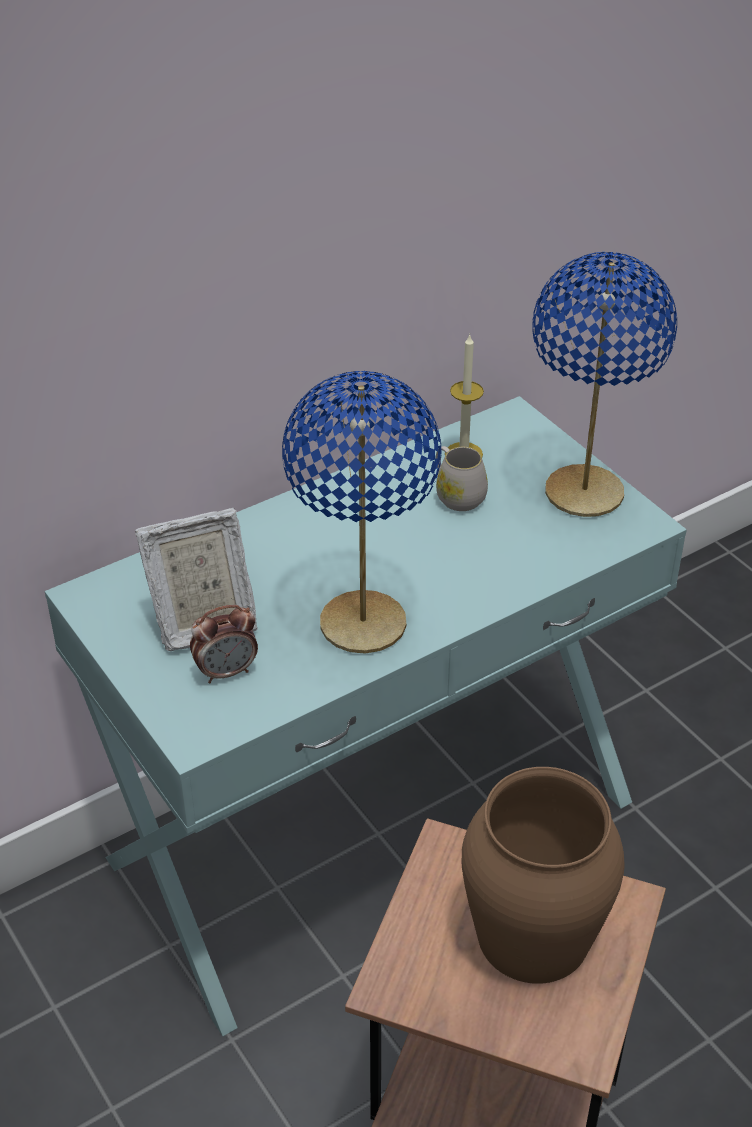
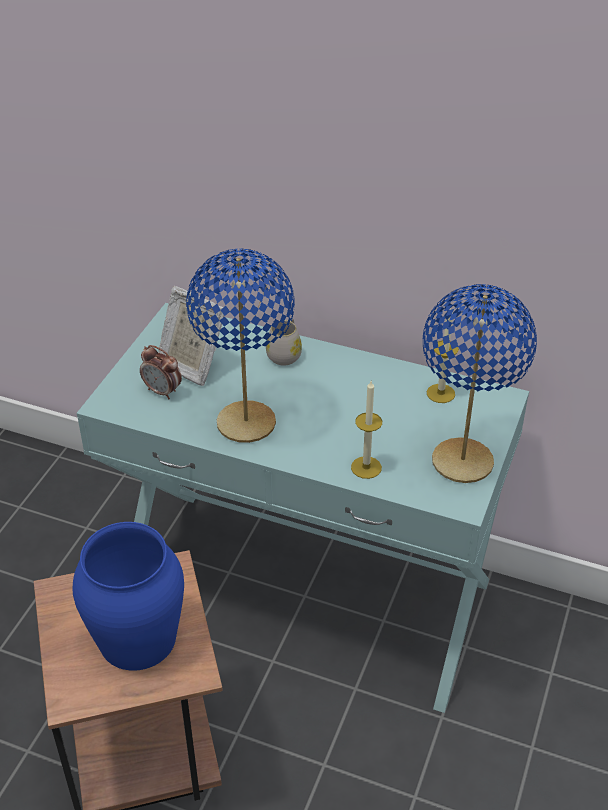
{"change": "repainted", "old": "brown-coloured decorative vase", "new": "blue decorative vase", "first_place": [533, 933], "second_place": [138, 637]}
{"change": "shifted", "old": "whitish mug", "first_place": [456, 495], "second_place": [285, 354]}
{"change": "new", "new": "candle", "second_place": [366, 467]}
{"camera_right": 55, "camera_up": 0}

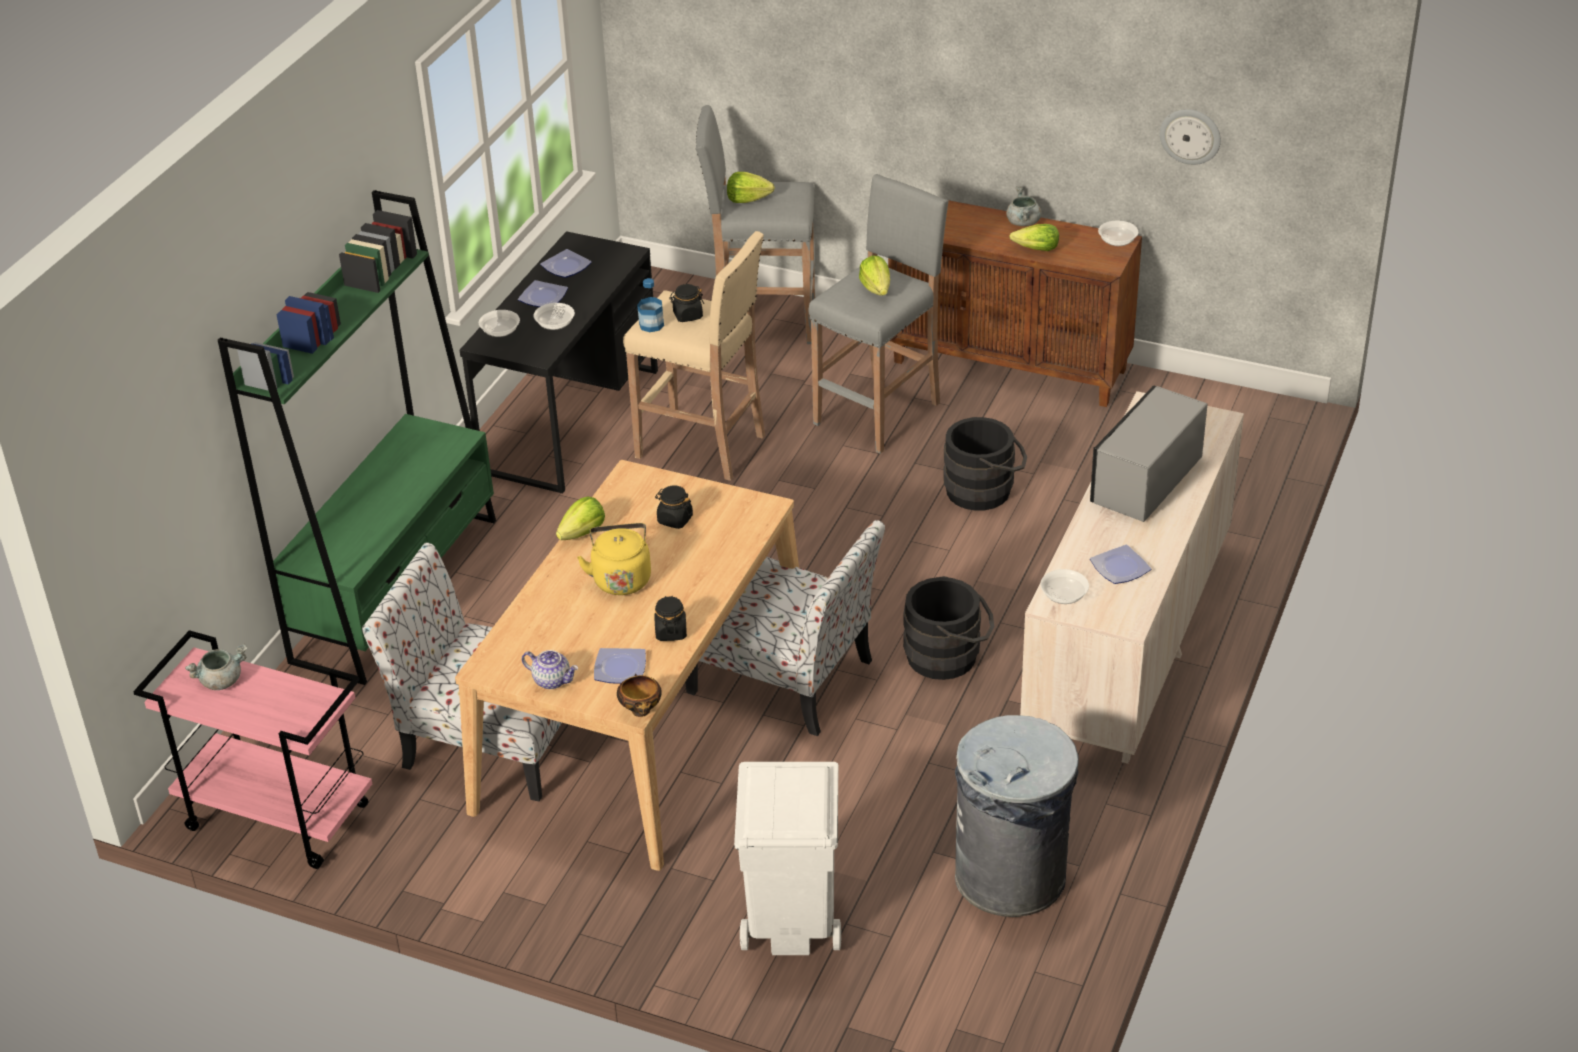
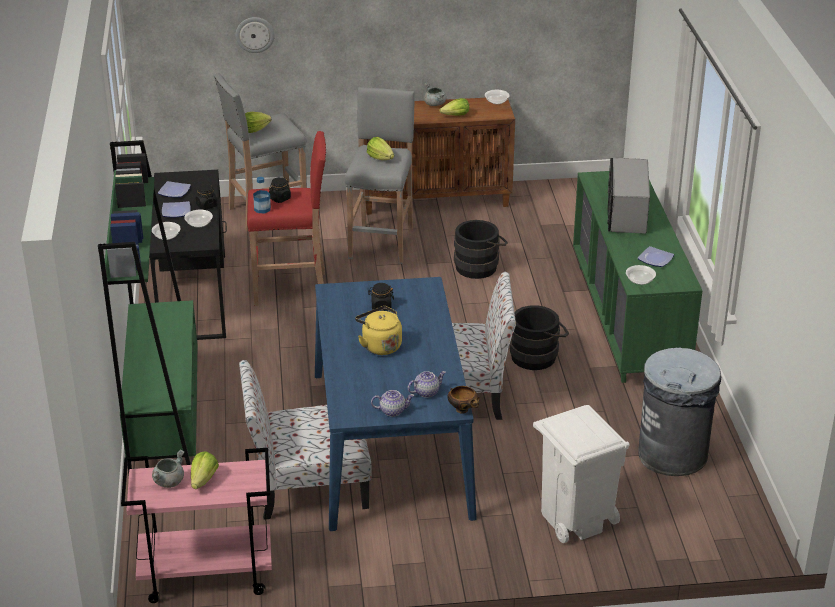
{"change": "shifted", "old": "lettuce head", "first_place": [583, 533], "second_place": [203, 480]}
{"change": "shifted", "old": "black storage jar", "first_place": [671, 632], "second_place": [206, 205]}
{"change": "shifted", "old": "clock on the wall", "first_place": [1190, 136], "second_place": [255, 34]}
{"change": "repainted", "old": "sand-coloured stool seat", "new": "red stool seat", "first_place": [703, 447], "second_place": [292, 288]}
{"change": "repainted", "old": "sand-coloured dinner table", "new": "blue dinner table", "first_place": [643, 717], "second_place": [390, 442]}
{"change": "swapped", "old": "plate", "new": "tea pot", "first_place": [619, 668], "second_place": [426, 392]}
{"change": "repainted", "old": "sand-coloured dresser", "new": "green dresser", "first_place": [1128, 644], "second_place": [628, 320]}
{"camera_right": -30, "camera_up": -5}

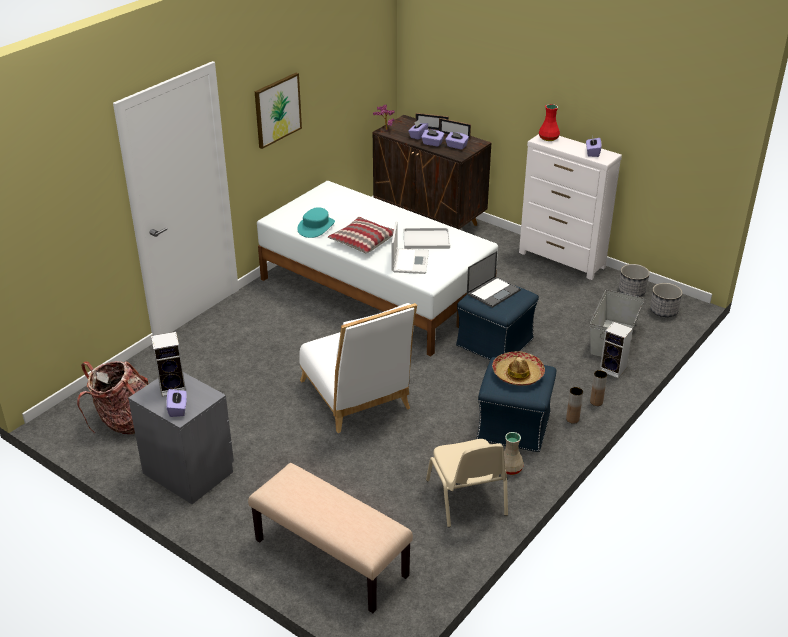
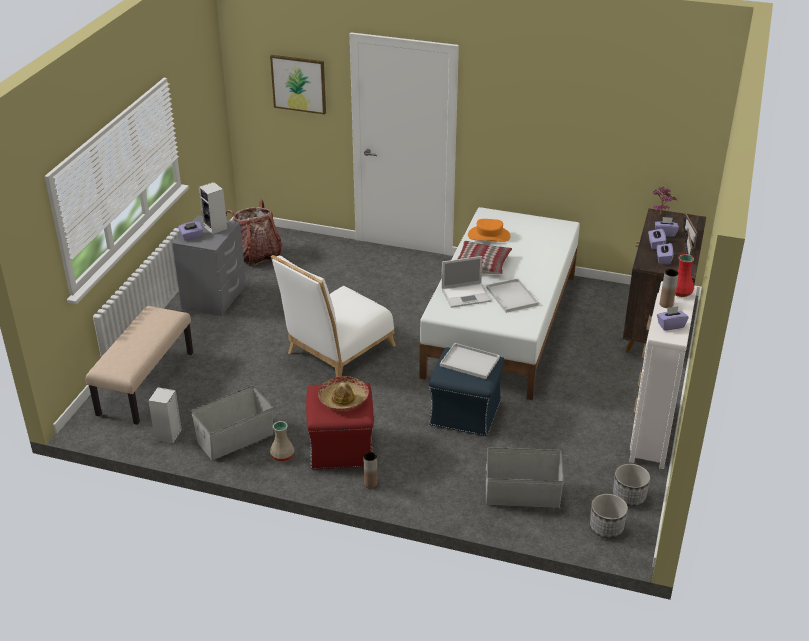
{"change": "shifted", "old": "loudspeaker", "first_place": [614, 370], "second_place": [168, 436]}
{"change": "swapped", "old": "sand-coloured chair", "new": "grey storage box", "first_place": [467, 498], "second_place": [235, 438]}
{"change": "shifted", "old": "wall art", "first_place": [277, 110], "second_place": [299, 84]}
{"change": "repainted", "old": "blue footrest", "new": "red footrest", "first_place": [514, 427], "second_place": [341, 448]}
{"change": "swapped", "old": "portable computer", "new": "whitish serving tray", "first_place": [493, 292], "second_place": [471, 362]}
{"change": "repainted", "old": "blue-green hat", "new": "orange-coloured hat", "first_place": [316, 227], "second_place": [489, 236]}
{"change": "shifted", "old": "brown-coloured decorative vase", "first_place": [596, 402], "second_place": [666, 304]}
{"camera_right": 70, "camera_up": 0}

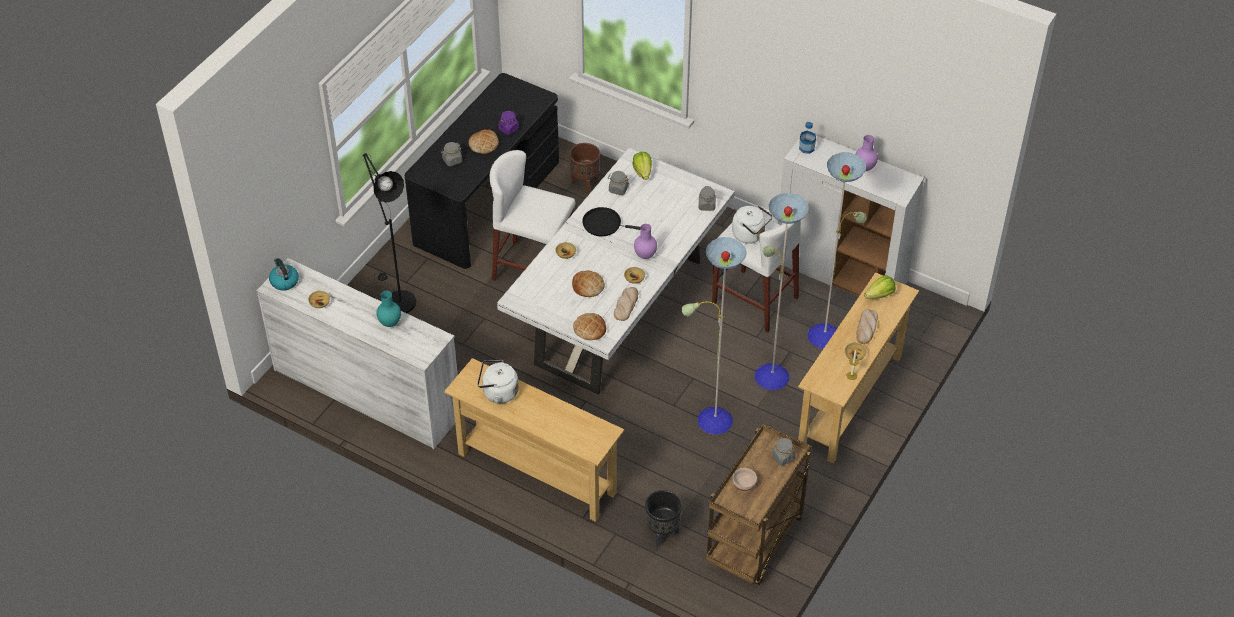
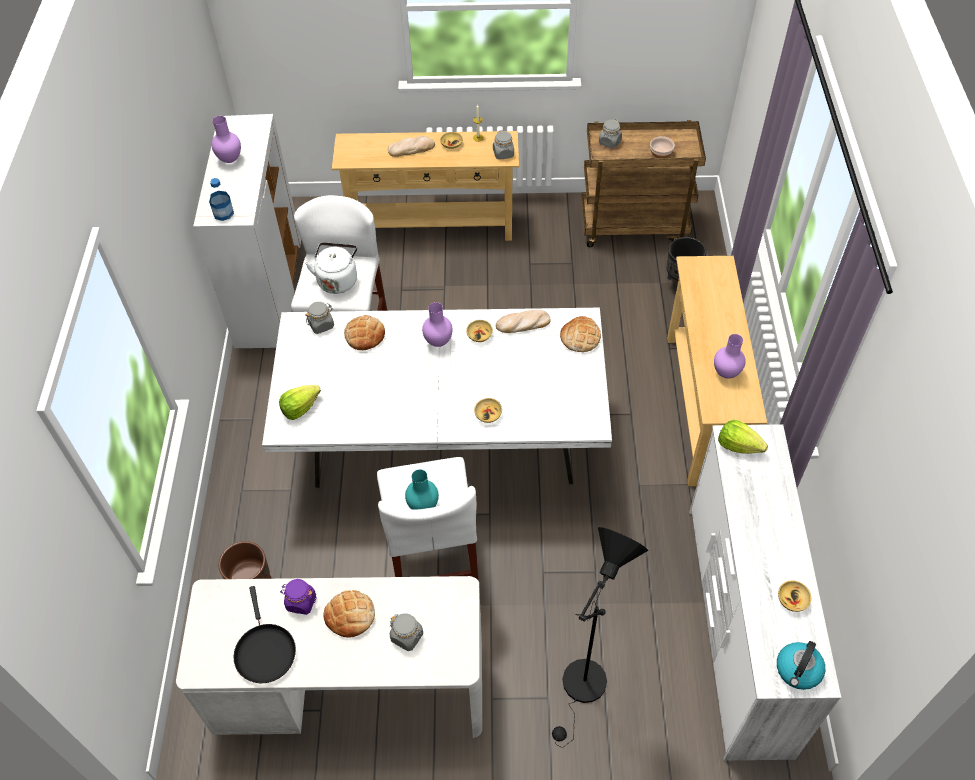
{"change": "repainted", "old": "black desk unit", "new": "whitish desk unit", "first_place": [486, 202], "second_place": [350, 689]}
{"change": "shifted", "old": "black pan", "first_place": [604, 224], "second_place": [264, 651]}
{"change": "shifted", "old": "baked bread", "first_place": [588, 286], "second_place": [365, 335]}
{"change": "shifted", "old": "blue-green decorative vase", "first_place": [390, 323], "second_place": [422, 506]}
{"change": "shifted", "old": "grey storage jar", "first_place": [618, 189], "second_place": [503, 153]}
{"change": "swapped", "old": "whitish water kettle", "new": "purple-coloured decorative vase", "first_place": [498, 393], "second_place": [726, 374]}
{"change": "shifted", "old": "lettuce head", "first_place": [880, 295], "second_place": [738, 445]}
{"change": "gone", "old": "standing lamp", "first_place": [770, 374]}
{"camera_right": -120, "camera_up": 5}

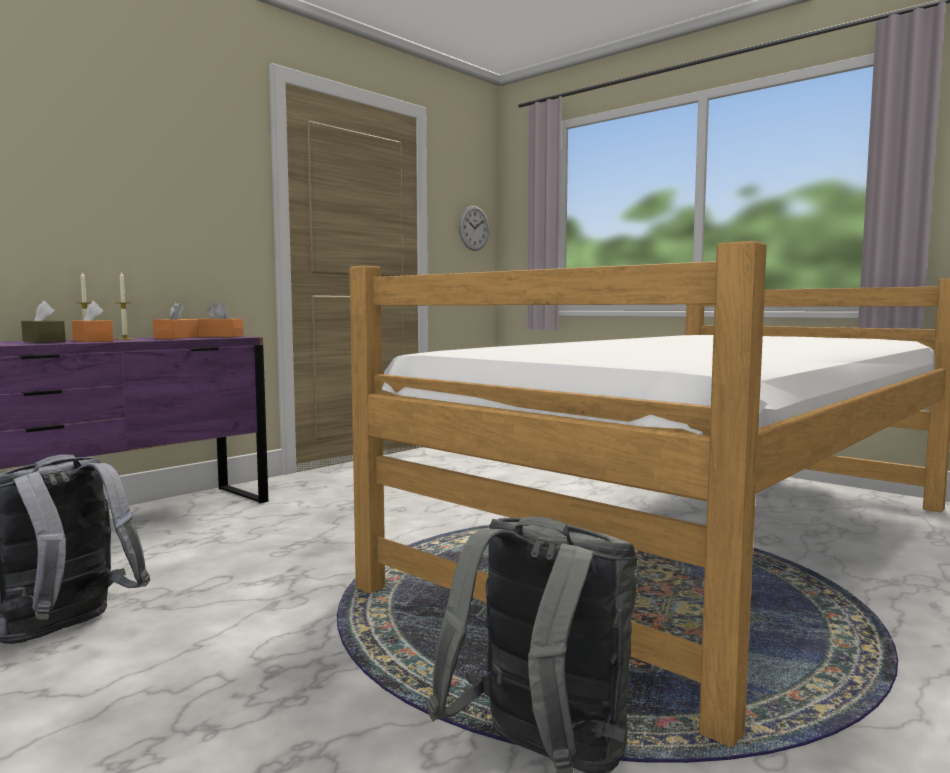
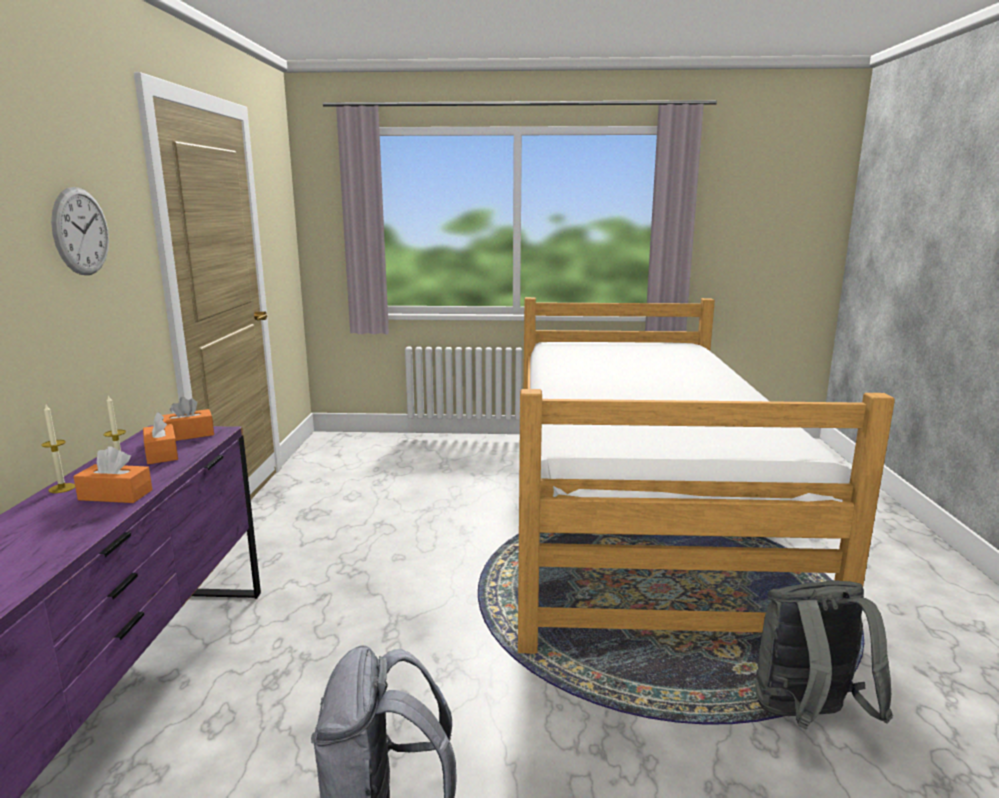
{"change": "shifted", "old": "clock on the wall", "first_place": [473, 228], "second_place": [81, 231]}
{"change": "gone", "old": "brown-coloured box of tissues", "first_place": [43, 341]}
{"camera_right": -40, "camera_up": 10}

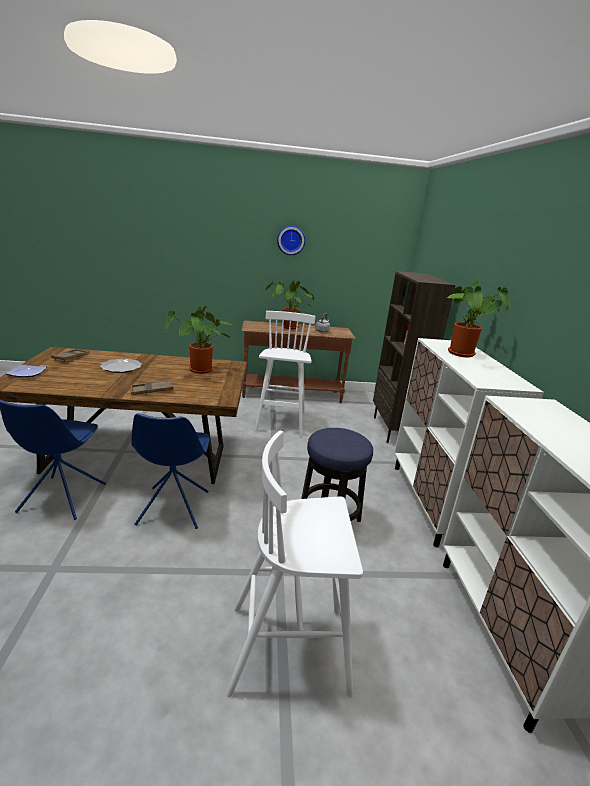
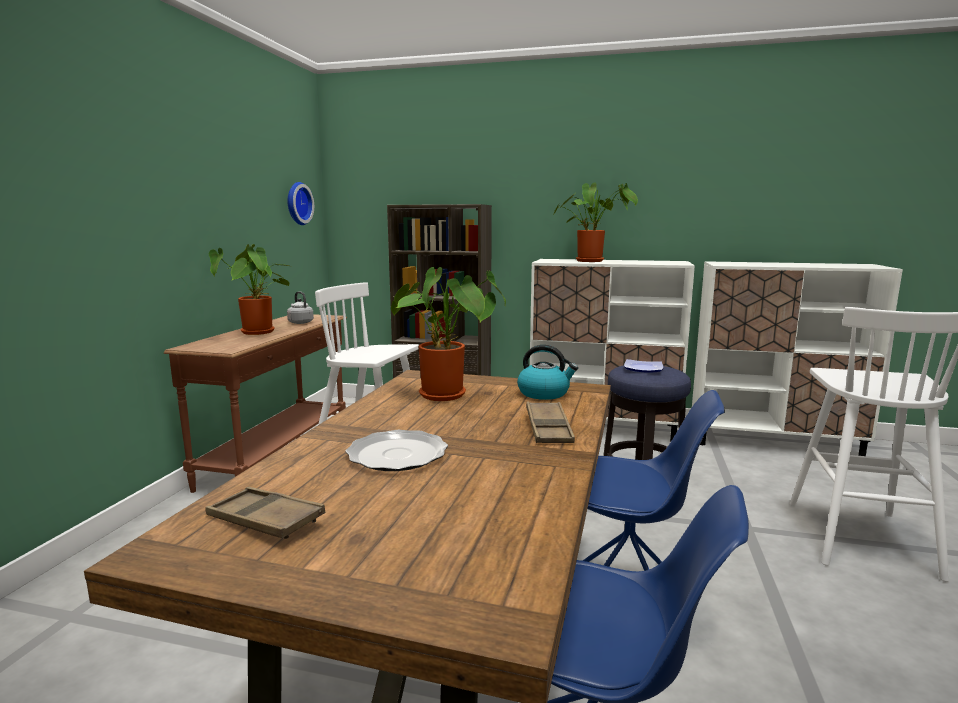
{"change": "shifted", "old": "clock on the wall", "first_place": [291, 240], "second_place": [297, 203]}
{"change": "new", "new": "water kettle", "second_place": [544, 393]}
{"change": "shifted", "old": "plate", "first_place": [27, 373], "second_place": [642, 369]}
{"camera_right": -70, "camera_up": -10}

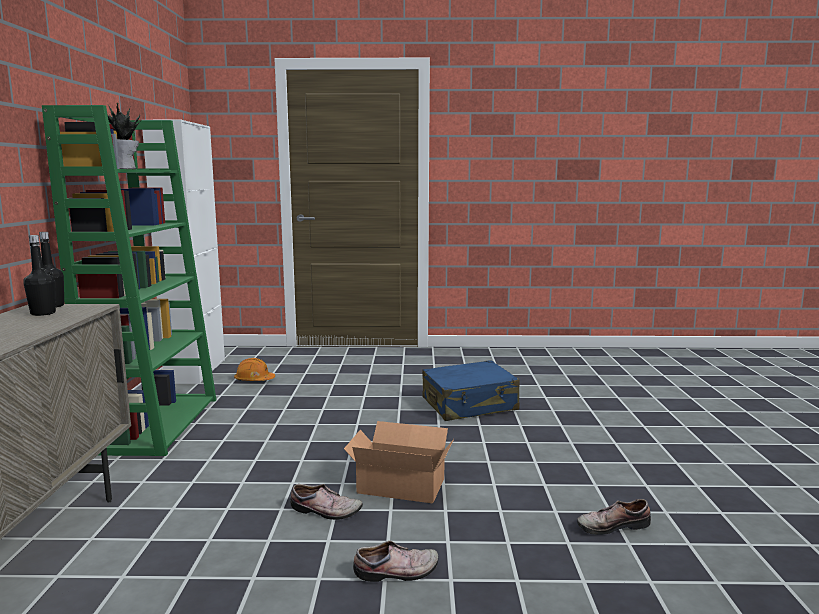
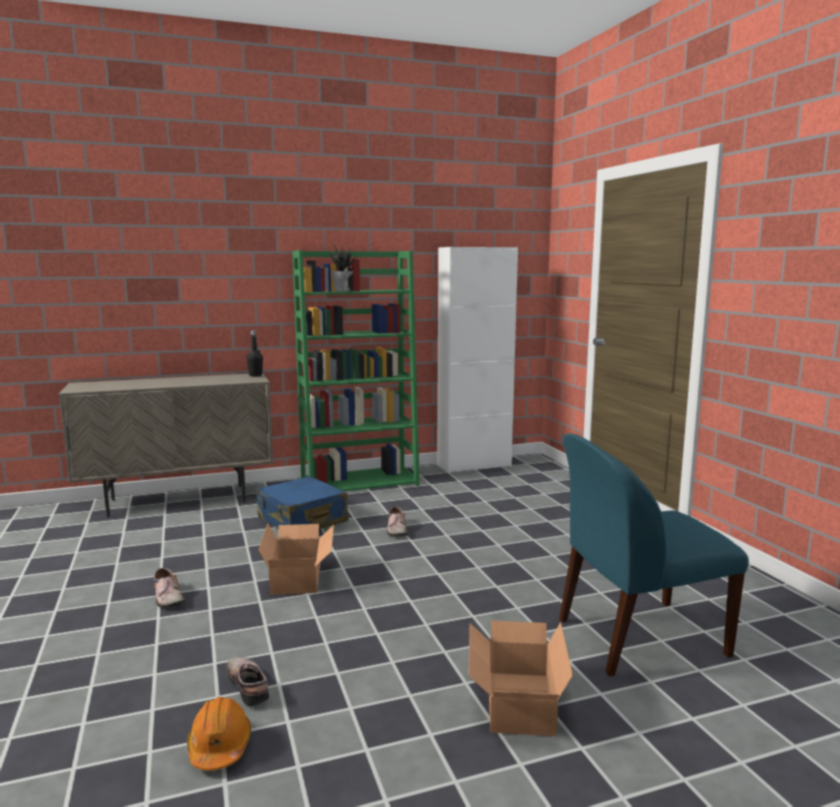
{"change": "shifted", "old": "orange-coloured hard hat", "first_place": [254, 380], "second_place": [219, 746]}
{"change": "shifted", "old": "blue suitcase", "first_place": [469, 405], "second_place": [302, 520]}
{"change": "shifted", "old": "low shoe", "first_place": [325, 511], "second_place": [395, 530]}
{"change": "new", "new": "carton", "second_place": [516, 704]}
{"change": "new", "new": "blue chair", "second_place": [637, 638]}
{"change": "gone", "old": "black beverage bottle", "first_place": [43, 313]}
{"camera_right": 70, "camera_up": 0}

